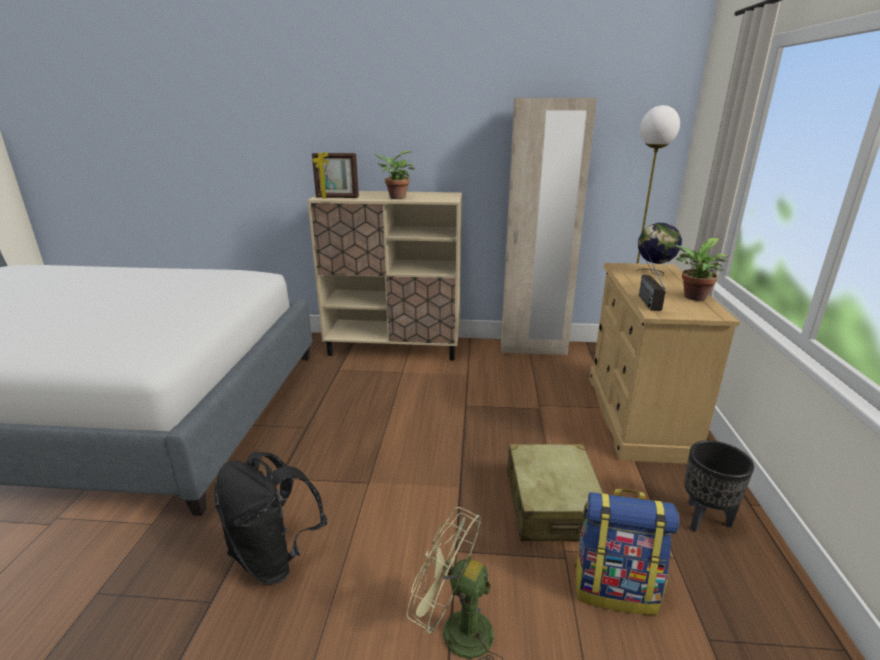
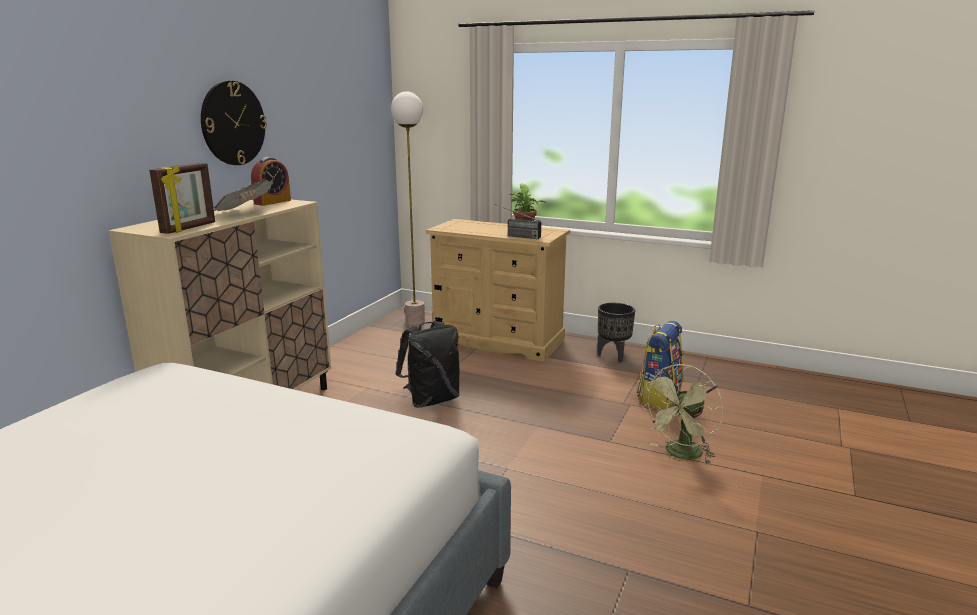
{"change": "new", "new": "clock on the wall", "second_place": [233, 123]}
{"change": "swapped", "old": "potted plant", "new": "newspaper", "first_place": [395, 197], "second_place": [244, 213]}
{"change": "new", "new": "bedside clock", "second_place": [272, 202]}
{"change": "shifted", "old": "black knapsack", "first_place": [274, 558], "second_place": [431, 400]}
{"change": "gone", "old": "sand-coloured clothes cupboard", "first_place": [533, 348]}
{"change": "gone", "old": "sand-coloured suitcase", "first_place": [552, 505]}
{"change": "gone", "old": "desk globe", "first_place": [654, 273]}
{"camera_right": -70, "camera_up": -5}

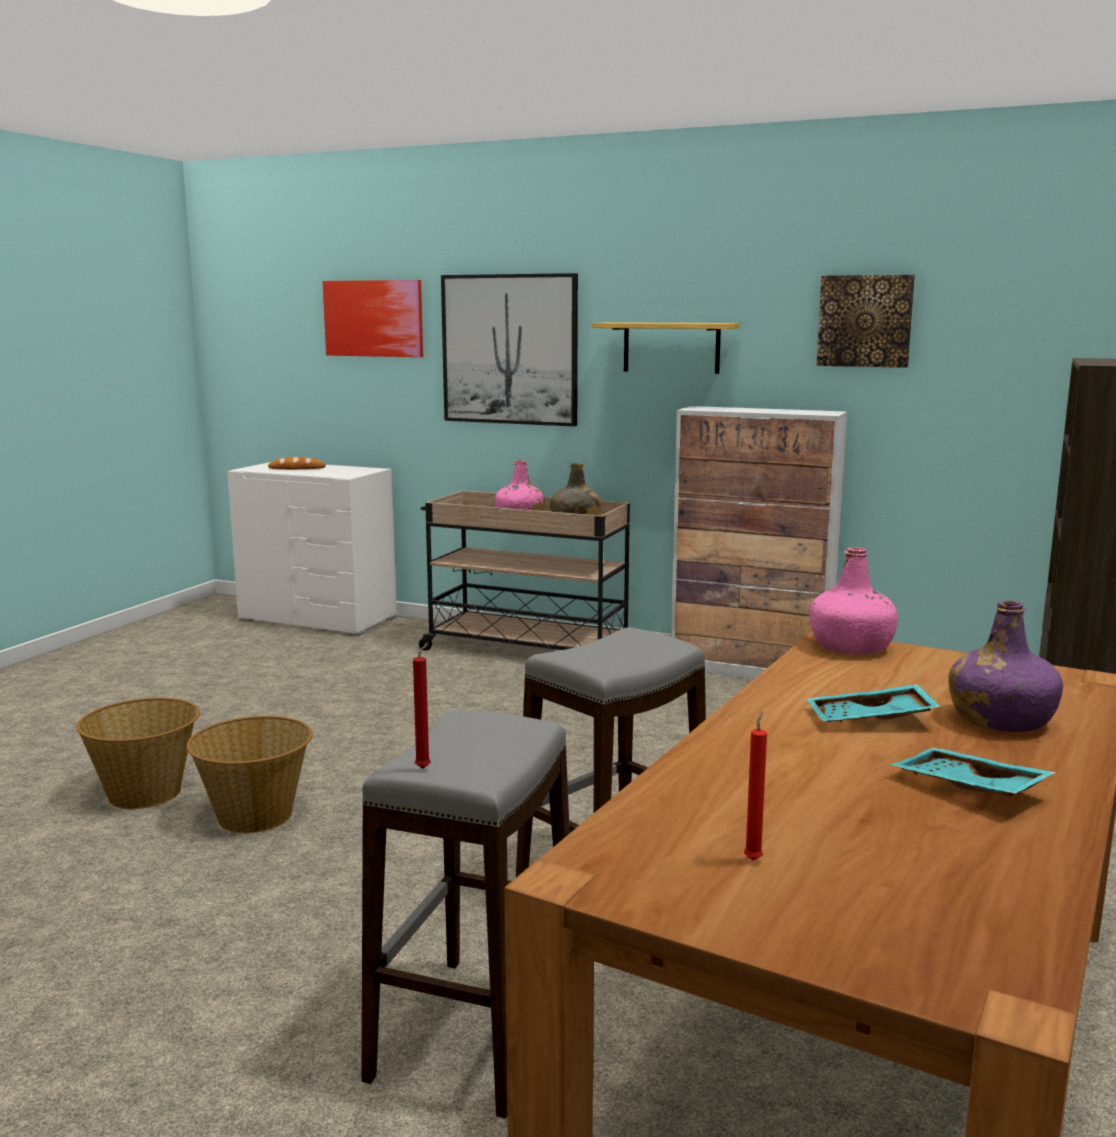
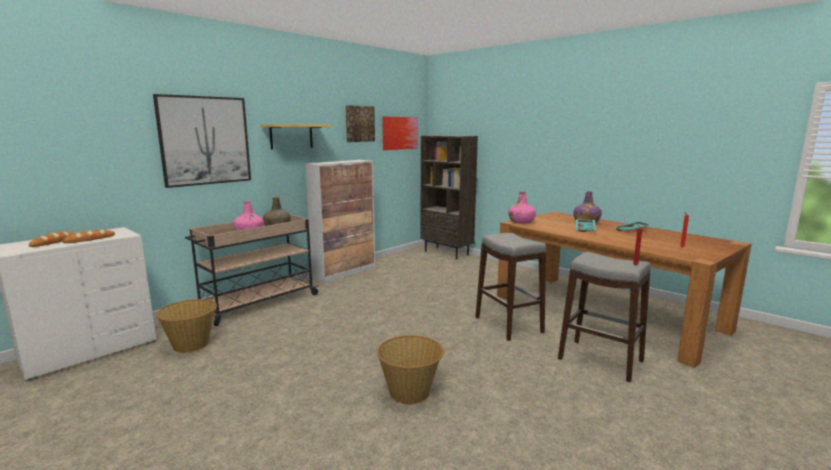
{"change": "new", "new": "baked bread", "second_place": [90, 239]}
{"change": "shifted", "old": "basket", "first_place": [146, 793], "second_place": [191, 344]}
{"change": "shifted", "old": "wall art", "first_place": [374, 318], "second_place": [400, 133]}
{"camera_right": -70, "camera_up": 0}

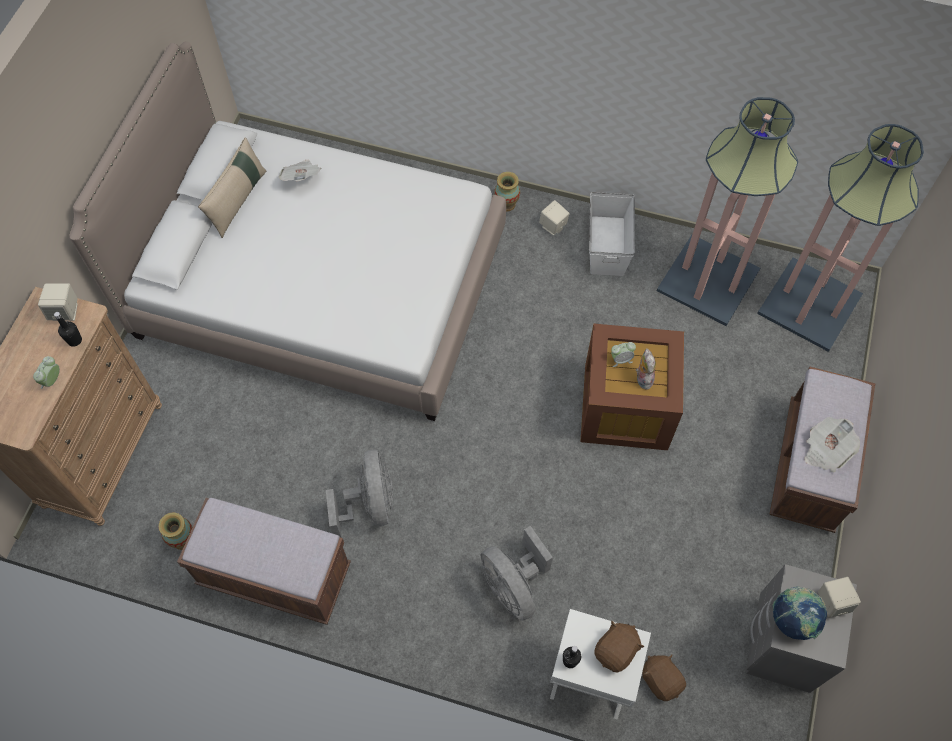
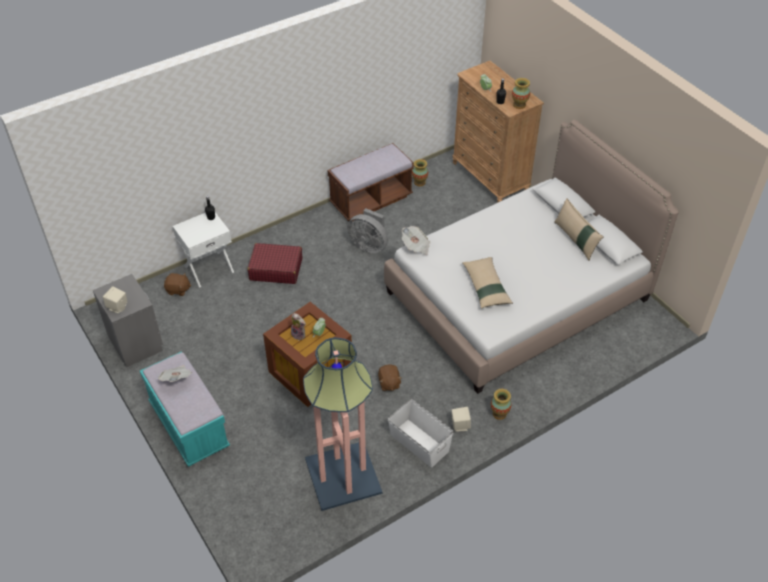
{"change": "repainted", "old": "brown-coloured long seat", "new": "blue-green long seat", "first_place": [809, 466], "second_place": [189, 426]}
{"change": "swapped", "old": "grey electric fan", "new": "red suitcase", "first_place": [513, 586], "second_place": [275, 269]}
{"change": "shifted", "old": "brown-coloured plush toy", "first_place": [616, 651], "second_place": [389, 383]}
{"change": "shifted", "old": "newspaper", "first_place": [301, 178], "second_place": [416, 246]}
{"change": "new", "new": "sand-coloured pillow", "second_place": [486, 287]}
{"change": "swapped", "old": "sand-coloured loudspeaker", "new": "decorative vase", "first_place": [65, 311], "second_place": [519, 105]}
{"change": "gone", "old": "standing lamp", "first_place": [809, 305]}
{"change": "gone", "old": "desk globe", "first_place": [793, 620]}
{"camera_right": 130, "camera_up": -15}

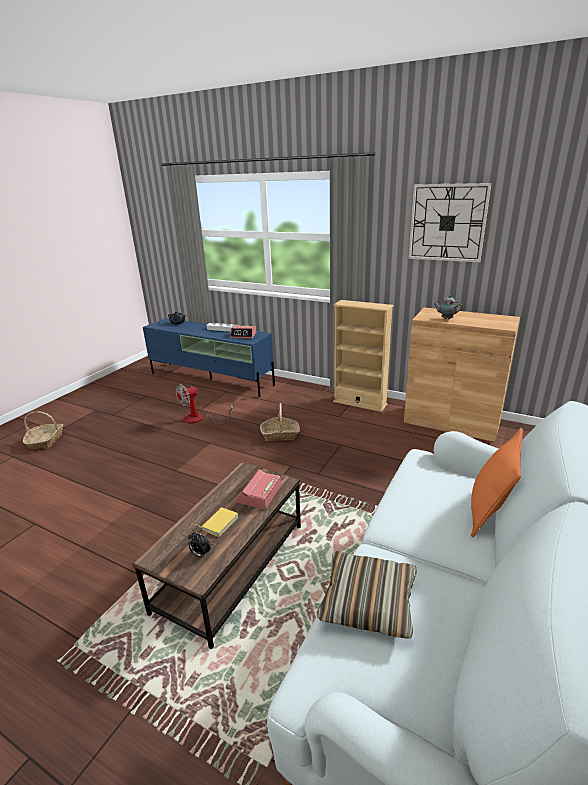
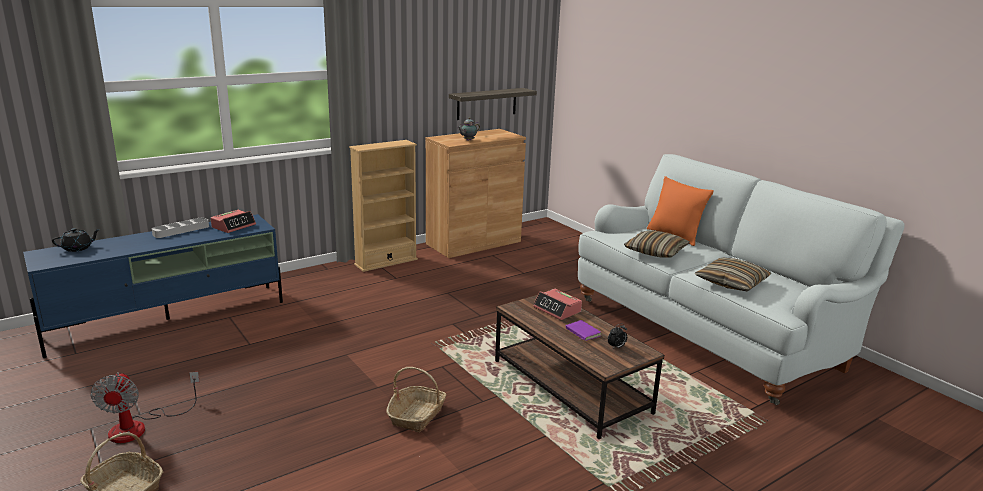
{"change": "shifted", "old": "electric fan", "first_place": [200, 419], "second_place": [140, 426]}
{"change": "shifted", "old": "basket", "first_place": [280, 435], "second_place": [417, 415]}
{"change": "new", "new": "bracket shelf", "second_place": [486, 103]}
{"change": "repainted", "old": "yellowish book", "new": "purple-coloured book", "first_place": [219, 522], "second_place": [582, 332]}
{"change": "new", "new": "pillow", "second_place": [655, 252]}
{"change": "gone", "old": "clock on the wall", "first_place": [447, 223]}
{"camera_right": -65, "camera_up": -5}

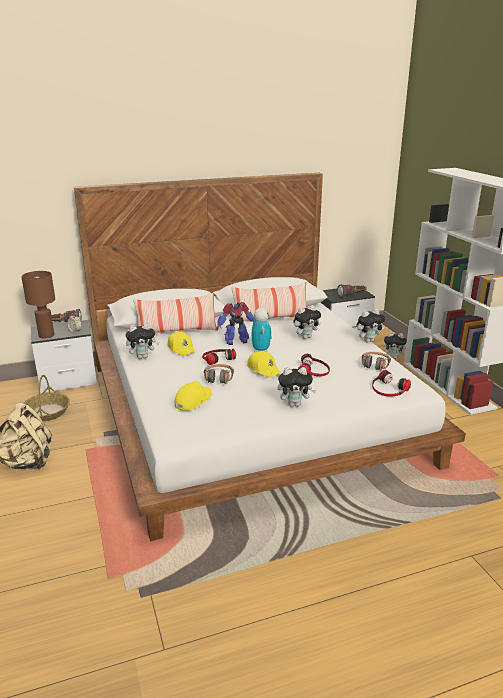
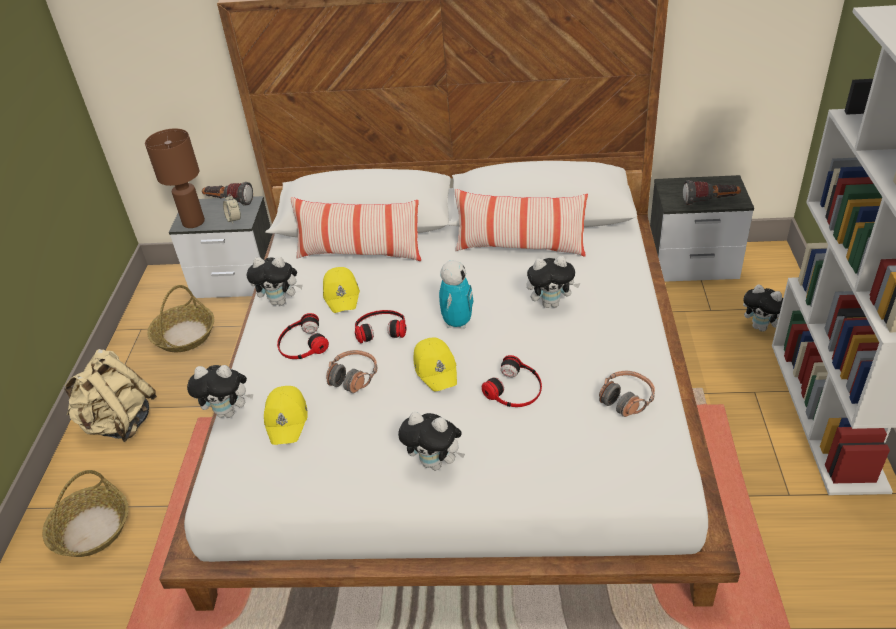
{"change": "new", "new": "basket", "second_place": [91, 529]}
{"change": "shifted", "old": "plush toy", "first_place": [368, 340], "second_place": [229, 412]}
{"change": "rotated", "old": "yellowish baseball cap", "first_place": [192, 400], "second_place": [287, 419], "degrees": 120}
{"change": "shifted", "old": "headset", "first_place": [388, 389], "second_place": [302, 344]}
{"change": "gone", "old": "robot figure", "first_place": [236, 341]}
{"camera_right": 25, "camera_up": 15}

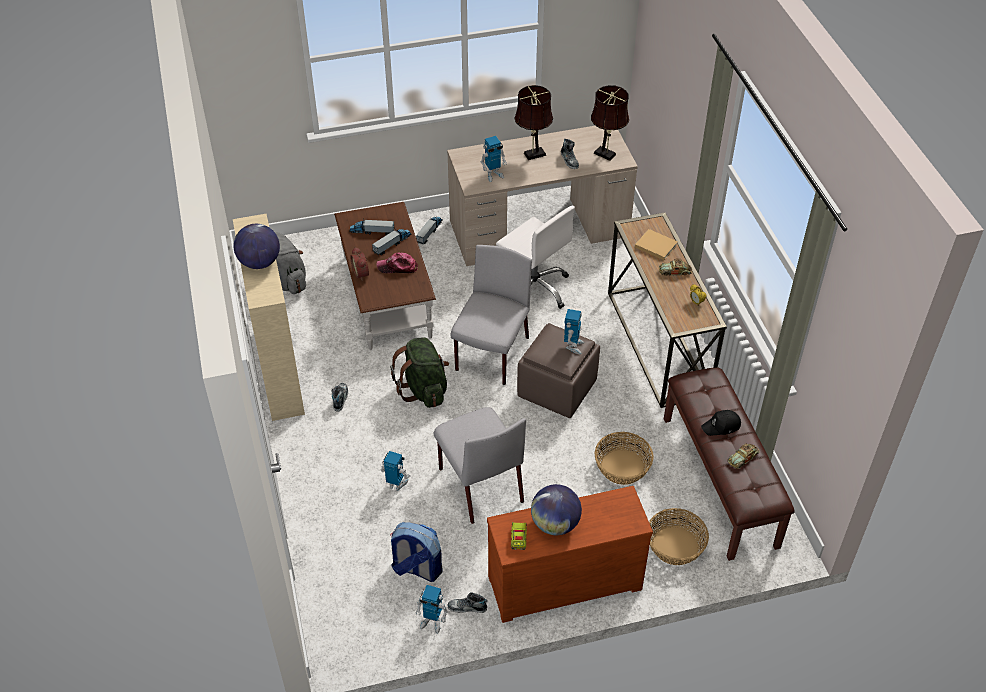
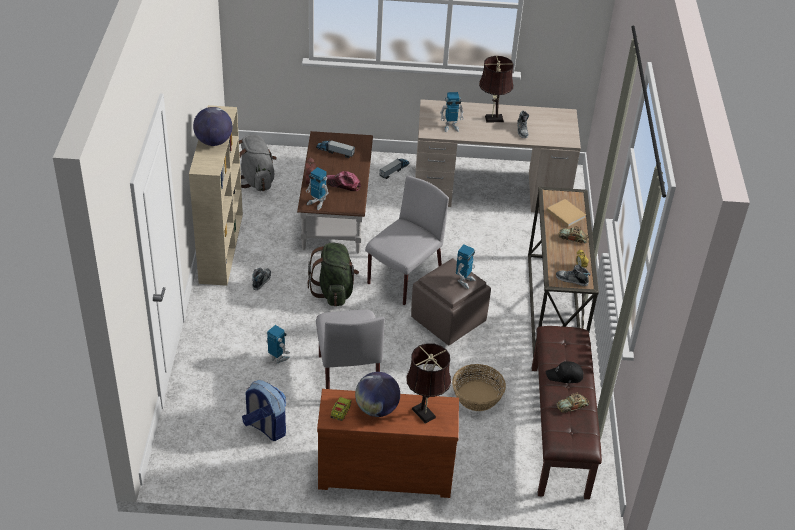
{"change": "shifted", "old": "robot figure", "first_place": [432, 622], "second_place": [317, 203]}
{"change": "shifted", "old": "brown-coloured table lamp", "first_place": [606, 155], "second_place": [425, 415]}
{"change": "shifted", "old": "low shoe", "first_place": [467, 608], "second_place": [571, 280]}
{"change": "gone", "old": "toy truck", "first_place": [392, 244]}
{"change": "gone", "old": "whitish office chair", "first_place": [533, 288]}
{"change": "gone", "old": "basket", "first_place": [675, 546]}
{"camera_right": 15, "camera_up": -5}

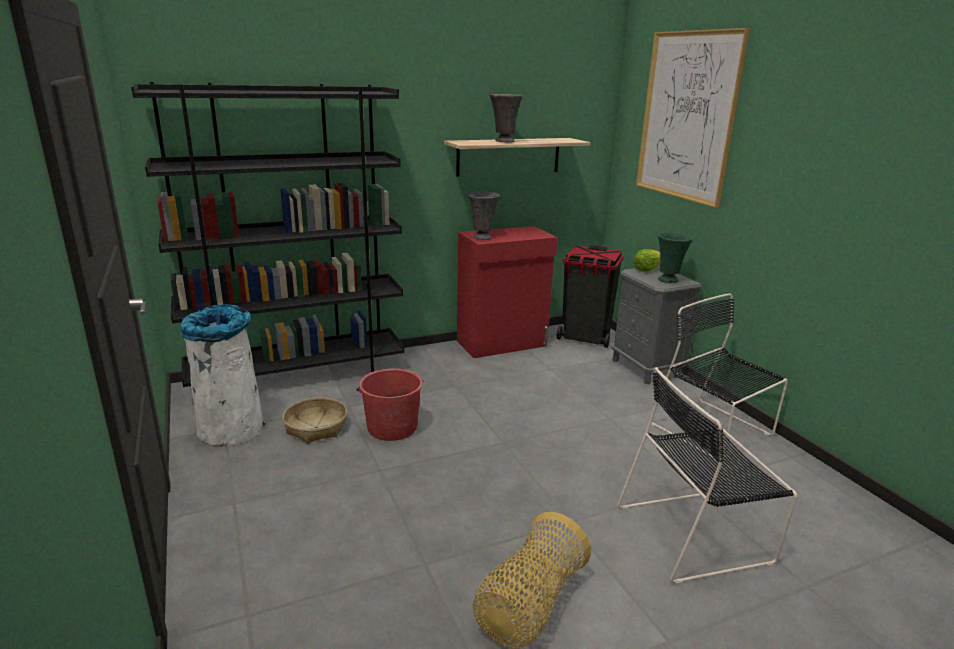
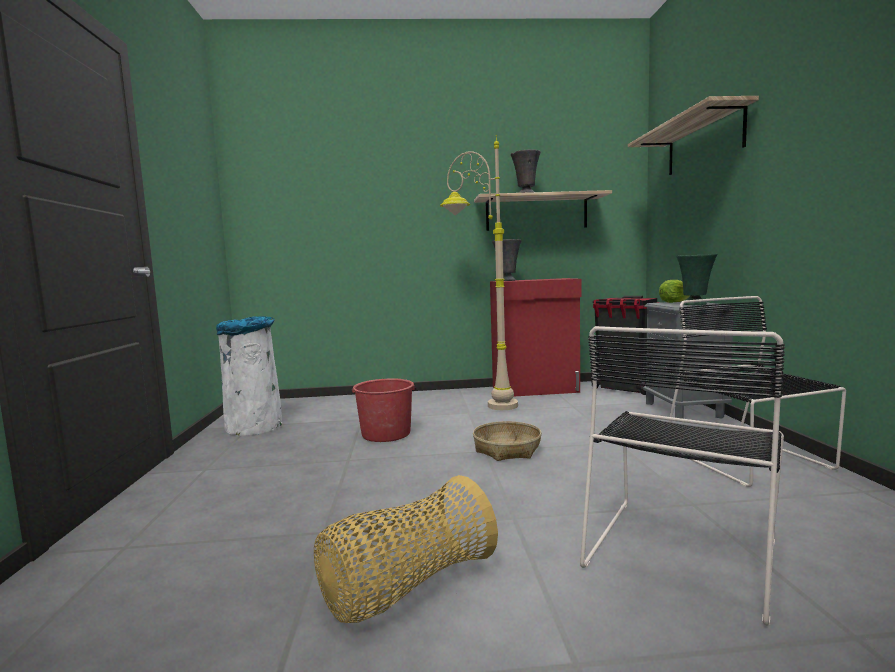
{"change": "new", "new": "sand-coloured standing lamp", "second_place": [481, 402]}
{"change": "shifted", "old": "basket", "first_place": [316, 427], "second_place": [507, 449]}
{"change": "rotated", "old": "black chair", "first_place": [697, 533], "second_place": [682, 549], "degrees": -60}
{"change": "swapped", "old": "wall art", "new": "bracket shelf", "first_place": [687, 116], "second_place": [703, 142]}
{"change": "gone", "old": "black shelving unit", "first_place": [299, 376]}
{"camera_right": 20, "camera_up": -15}

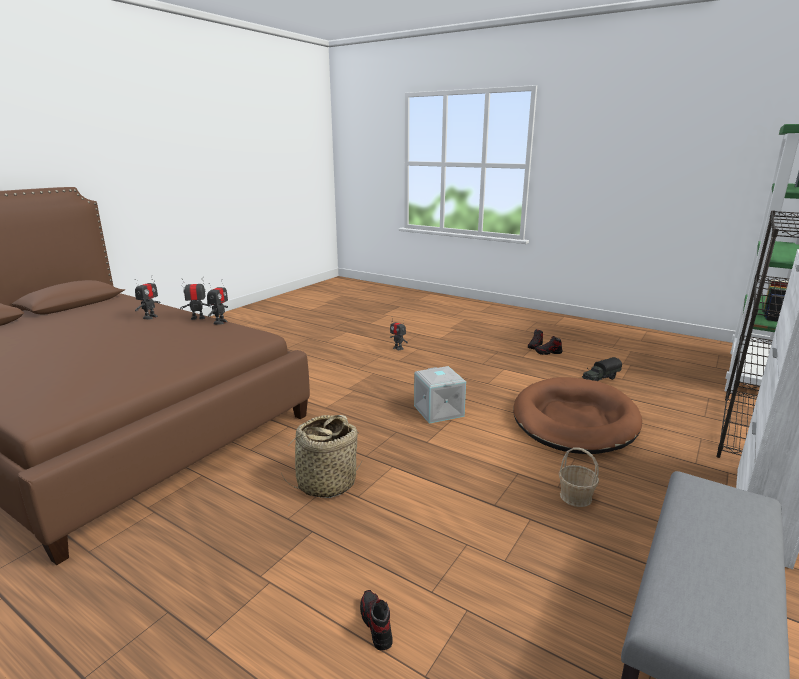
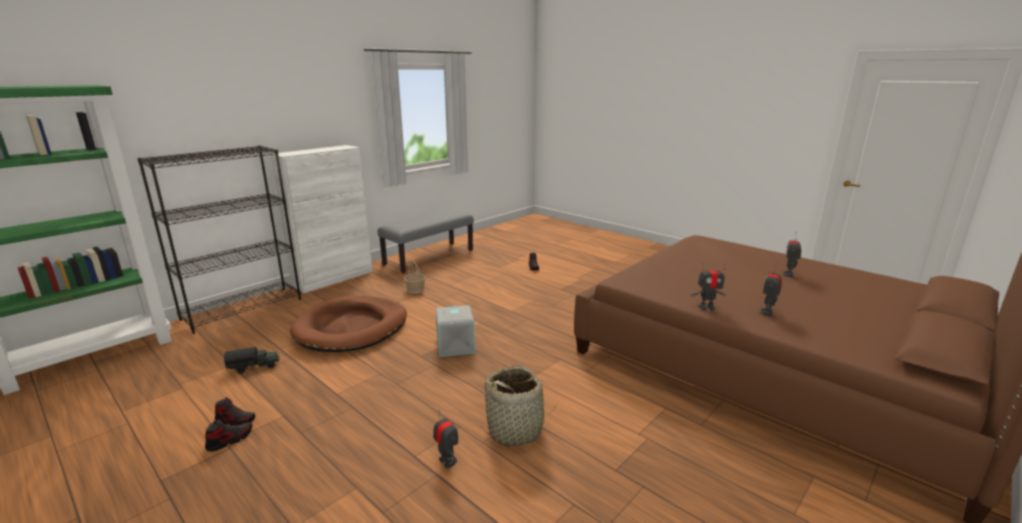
{"change": "shifted", "old": "basket", "first_place": [326, 483], "second_place": [516, 430]}
{"change": "shifted", "old": "robot figure", "first_place": [220, 322], "second_place": [788, 274]}
{"camera_right": -170, "camera_up": 0}

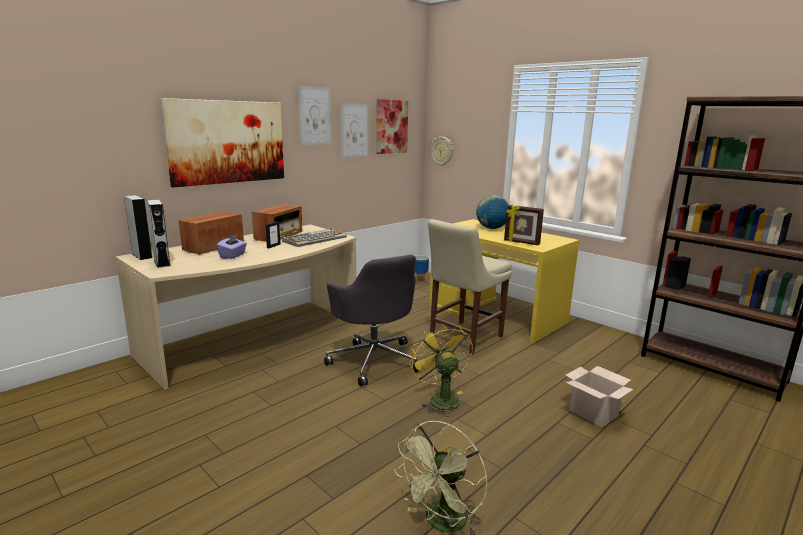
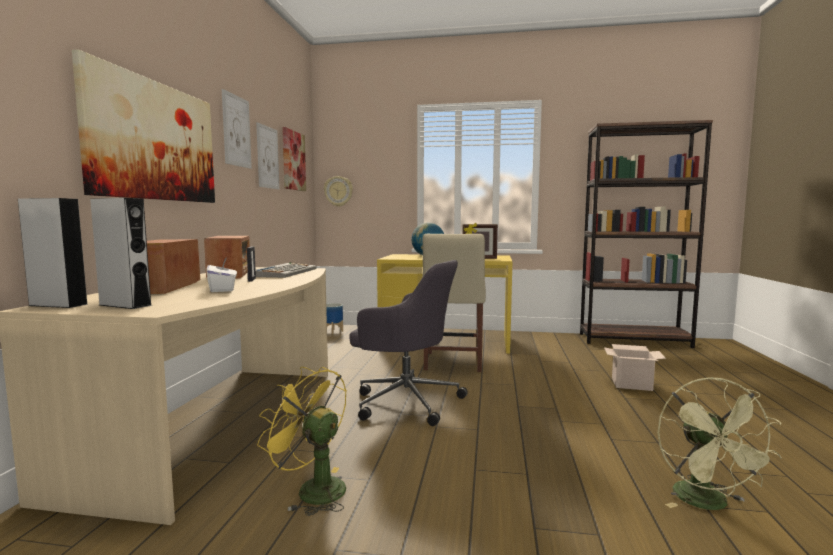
{"change": "repainted", "old": "purple-coloured box of tissues", "new": "whitish box of tissues", "first_place": [233, 256], "second_place": [223, 289]}
{"change": "shifted", "old": "yellowish electric fan", "first_place": [440, 399], "second_place": [312, 489]}
{"camera_right": -35, "camera_up": -10}

